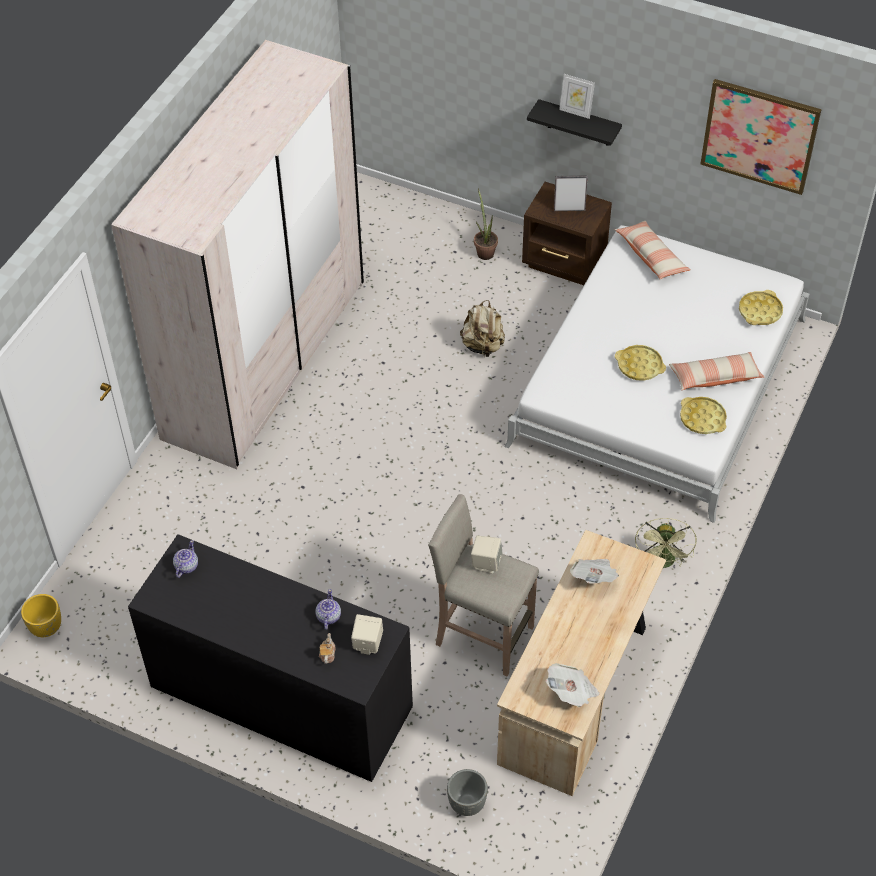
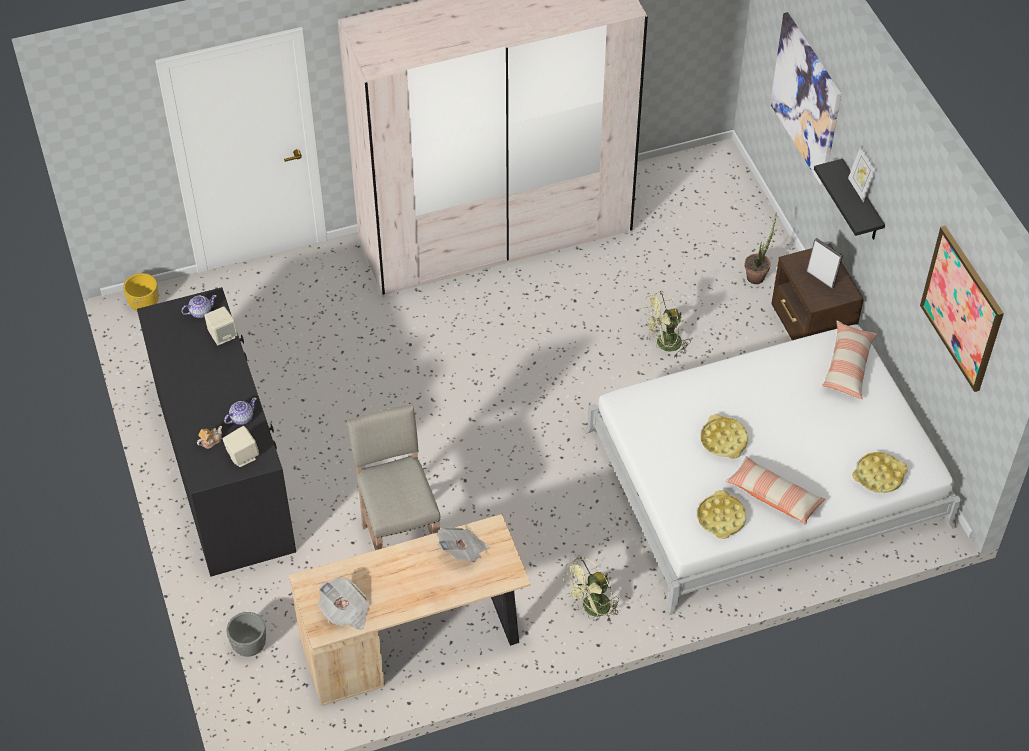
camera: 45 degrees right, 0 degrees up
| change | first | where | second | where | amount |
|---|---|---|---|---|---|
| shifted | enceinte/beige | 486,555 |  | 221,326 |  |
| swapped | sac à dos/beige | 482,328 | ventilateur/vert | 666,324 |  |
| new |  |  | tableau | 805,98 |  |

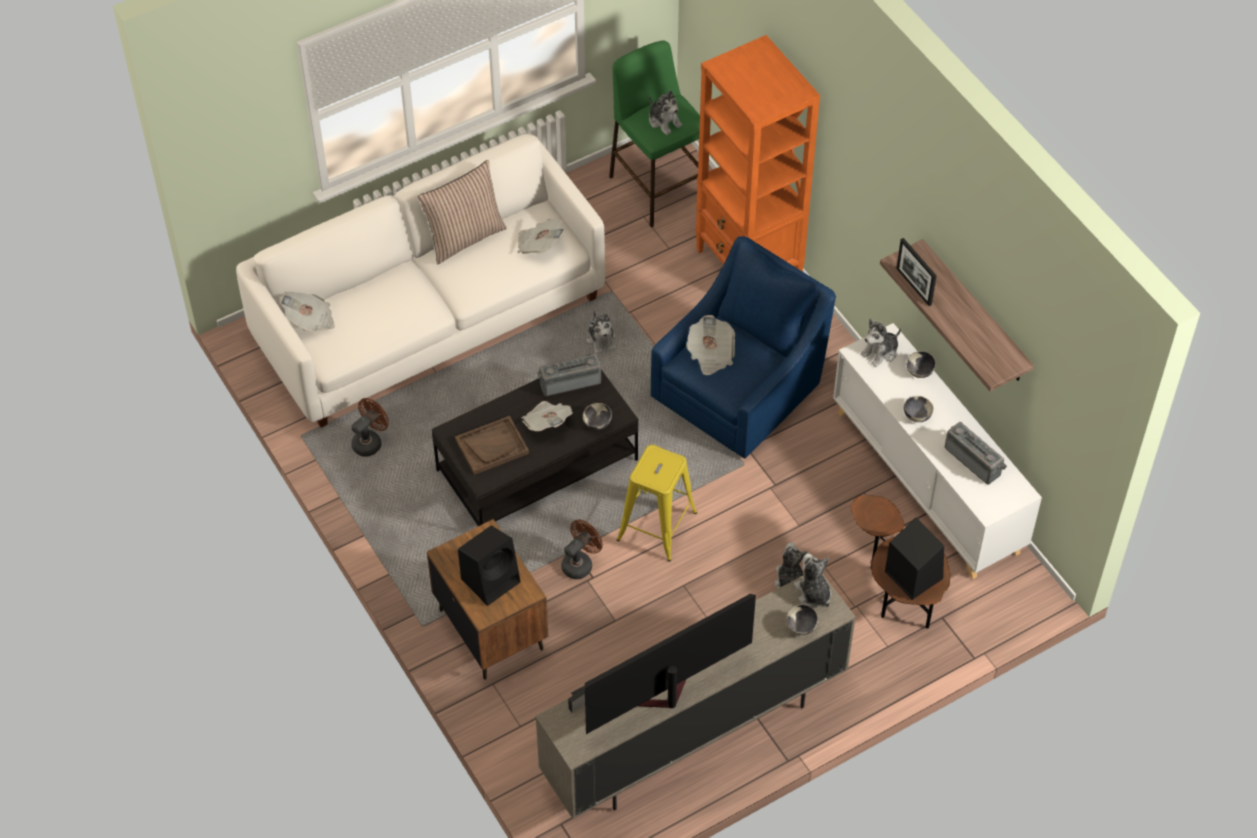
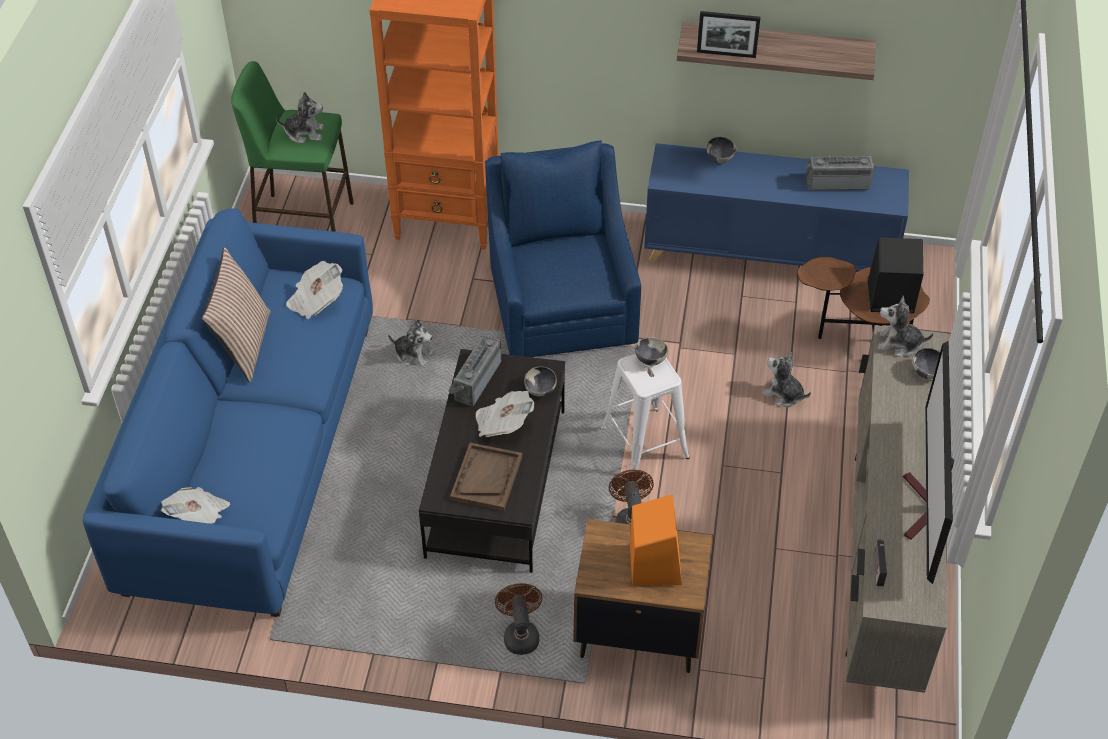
camera: 50 degrees left, 5 degrees down
| change | first | where | second | where | amount |
|---|---|---|---|---|---|
| repainted | canapé/blanc | 420,281 | canapé/bleu | 228,412 |  |
| shifted | ventilateur/marron | 370,427 |  | 518,619 |  |
| repainted | tabouret/jaune | 657,503 | tabouret/blanc | 645,412 |  |
| repainted | enceinte/noir | 489,565 | enceinte/orange | 656,540 |  |
| shifted | bol | 918,409 |  | 651,351 |  |
| repainted | meuble de rangement/blanc | 937,451 | meuble de rangement/bleu | 776,207 |  |
| gone | journal | 710,345 |  |  |  |
| gone | peluche | 881,343 |  |  |  |

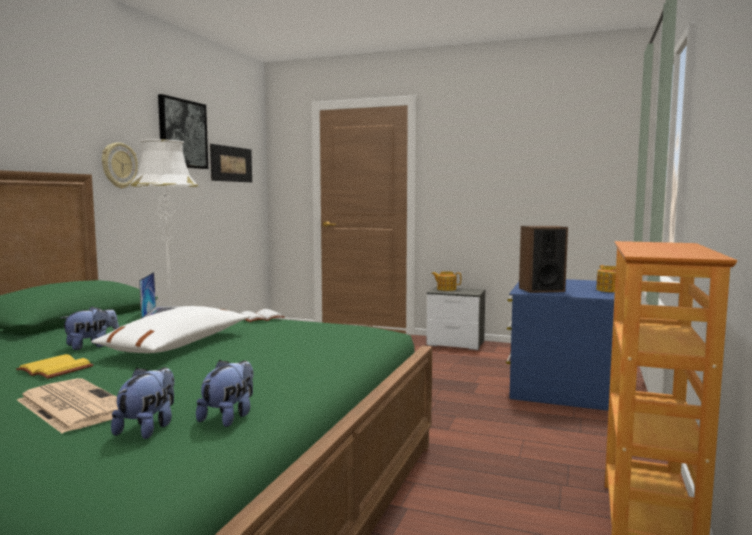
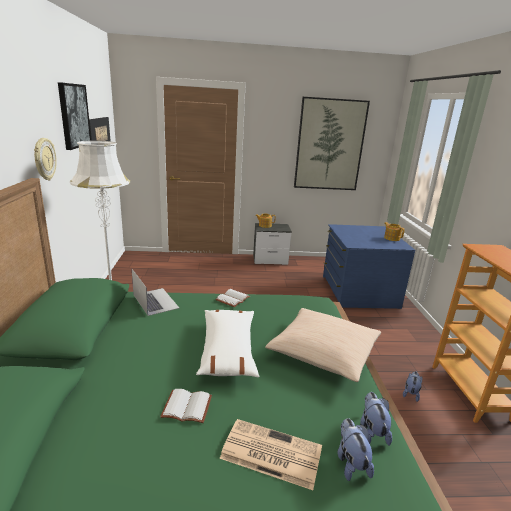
camera: 25 degrees left, 15 degrees up
| change | first | where | second | where | amount |
|---|---|---|---|---|---|
| repainted | livre/jaune | 54,366 | livre/blanc | 186,406 |  |
| new |  |  | coussin/beige | 323,345 |  |
| new |  |  | tableau | 332,143 |  |
| shifted | peluche | 90,328 |  | 413,386 |  |
| gone | enceinte | 543,259 |  |  |  |

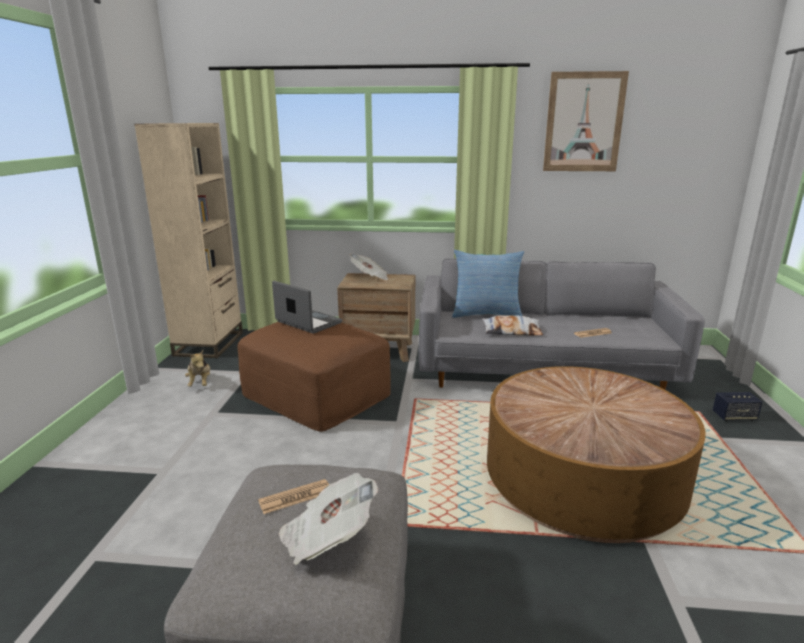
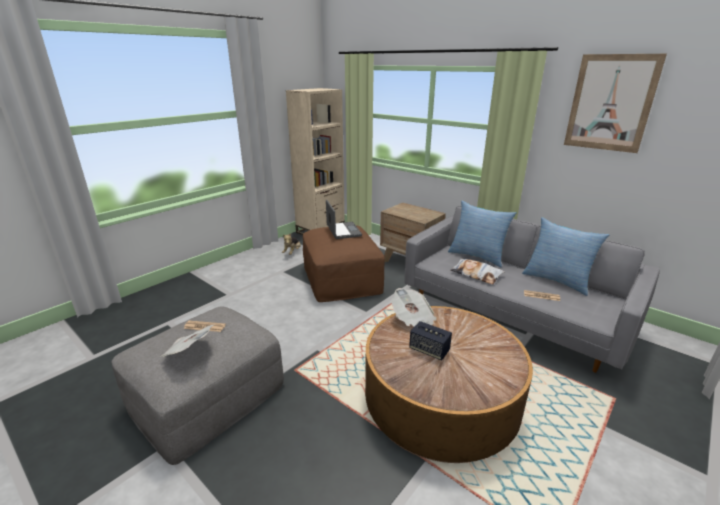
camera: 35 degrees right, 5 degrees up
| change | first | where | second | where | amount |
|---|---|---|---|---|---|
| shifted | journal | 368,267 |  | 414,307 |  |
| shifted | enceinte | 738,406 |  | 430,341 |  |
| new |  |  | coussin | 566,256 |  |

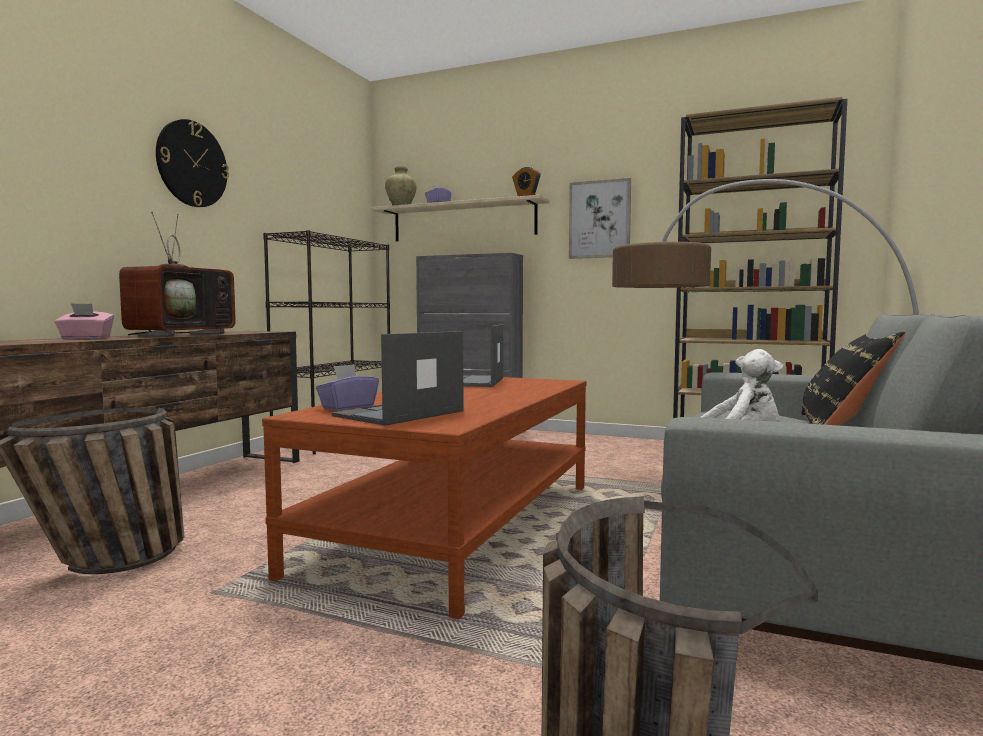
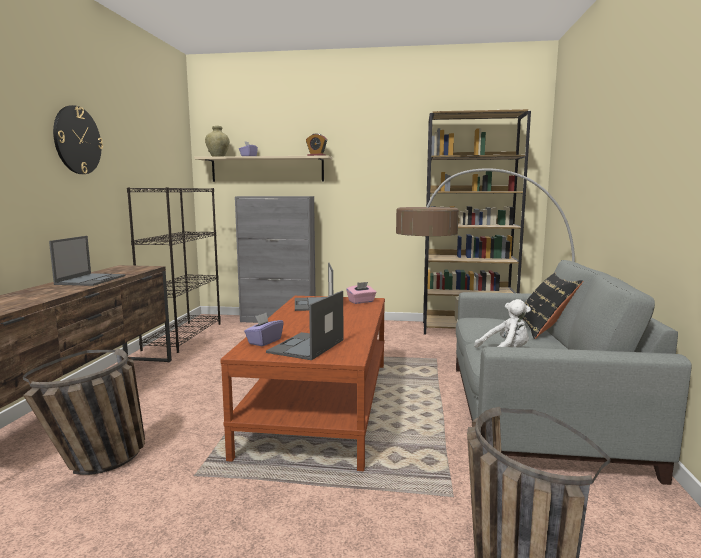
camera: 15 degrees left, 5 degrees up
| change | first | where | second | where | amount |
|---|---|---|---|---|---|
| swapped | téléviseur | 177,274 | ordinateur portable | 87,261 |  |
| shifted | boîte à mouchoirs/rose | 84,321 |  | 361,293 |  |
| gone | tableau | 600,218 |  |  |  |

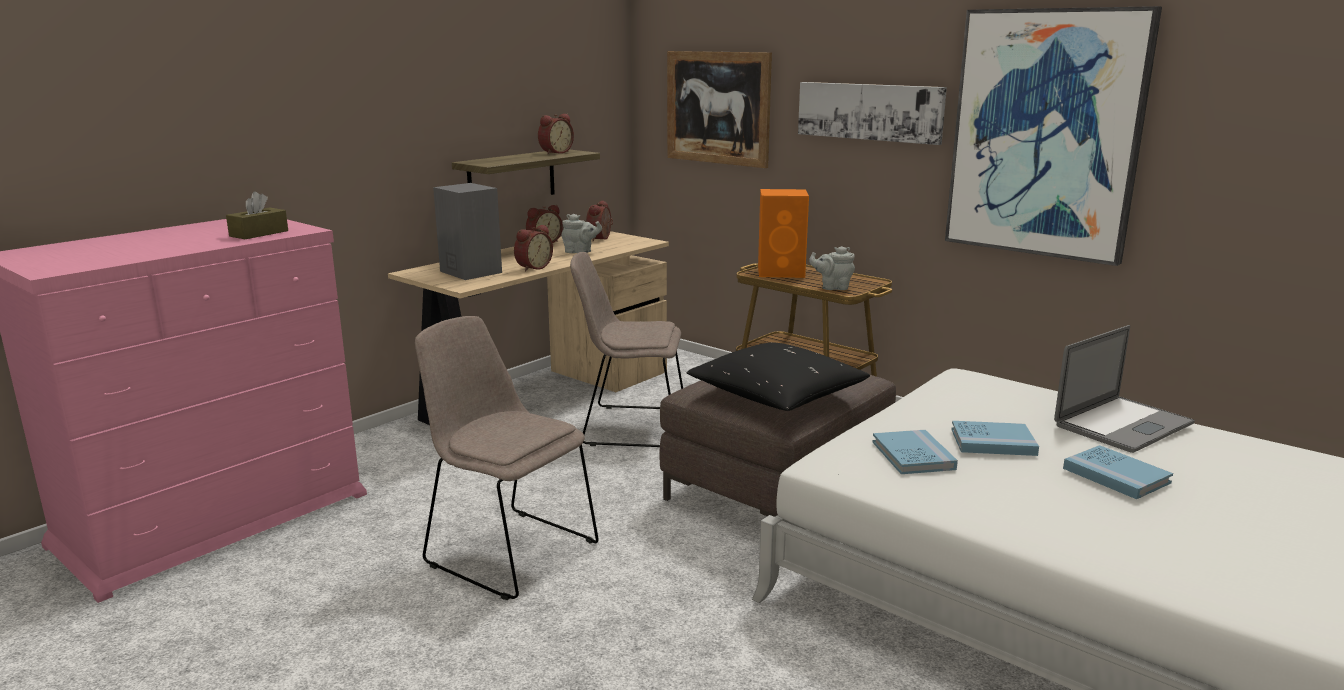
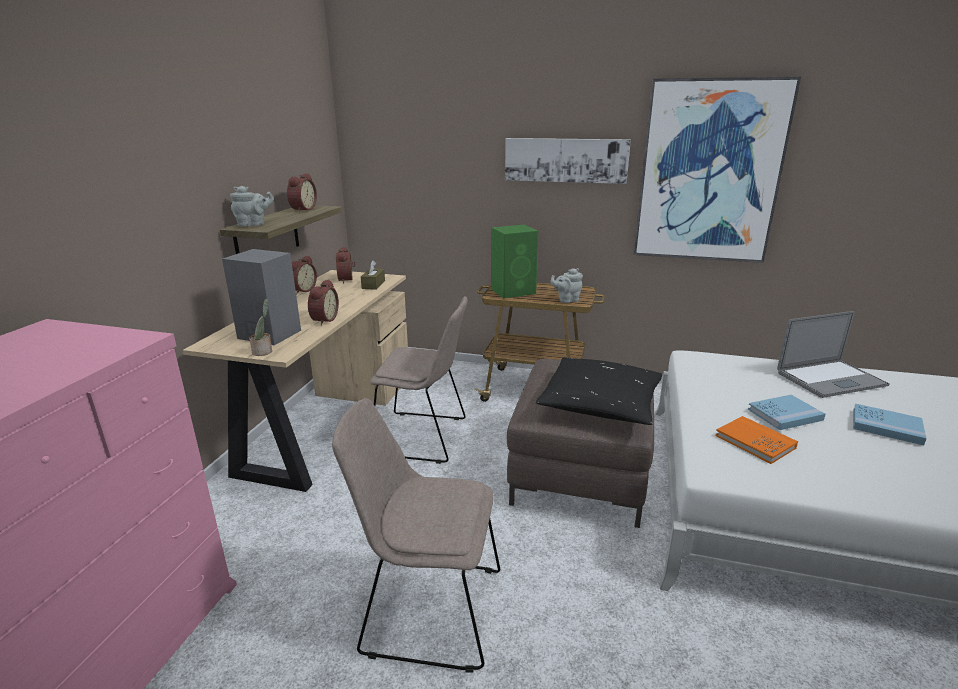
camera: 25 degrees left, 5 degrees up
| change | first | where | second | where | amount |
|---|---|---|---|---|---|
| shifted | théière/gris | 582,233 |  | 252,206 |  |
| new |  |  | plante en pot | 260,327 |  |
| shifted | boîte à mouchoirs/marron | 257,215 |  | 373,275 |  |
| rotated | chaise/beige | 626,349 |  | 419,380 | 150 degrees counterclockwise |
| repainted | enceinte/orange | 783,233 | enceinte/vert | 514,261 |  |
| repainted | livre/bleu | 915,452 | livre/orange | 757,440 |  |
| rotated | ordinateur portable | 1124,389 |  | 833,354 | 45 degrees clockwise |
| gone | tableau | 719,109 |  |  |  |

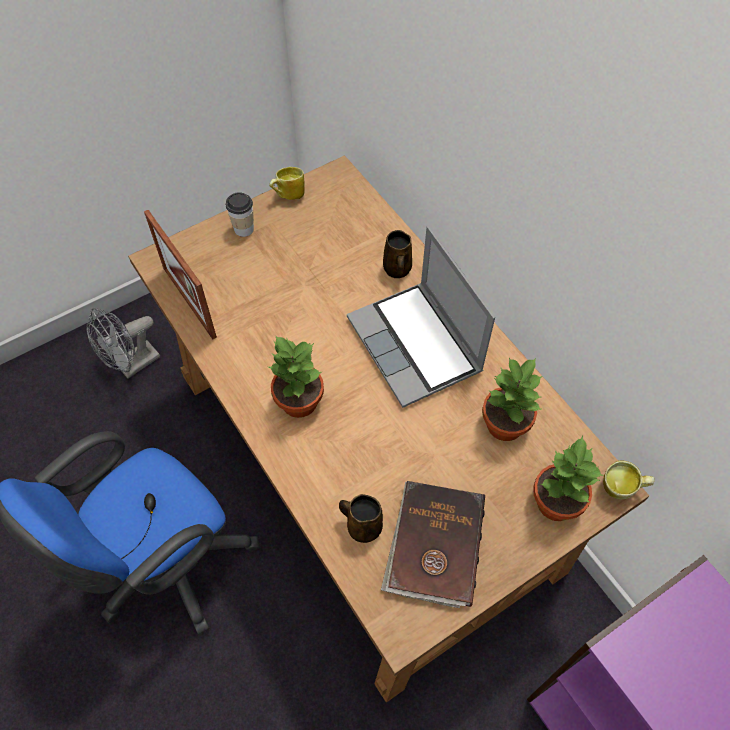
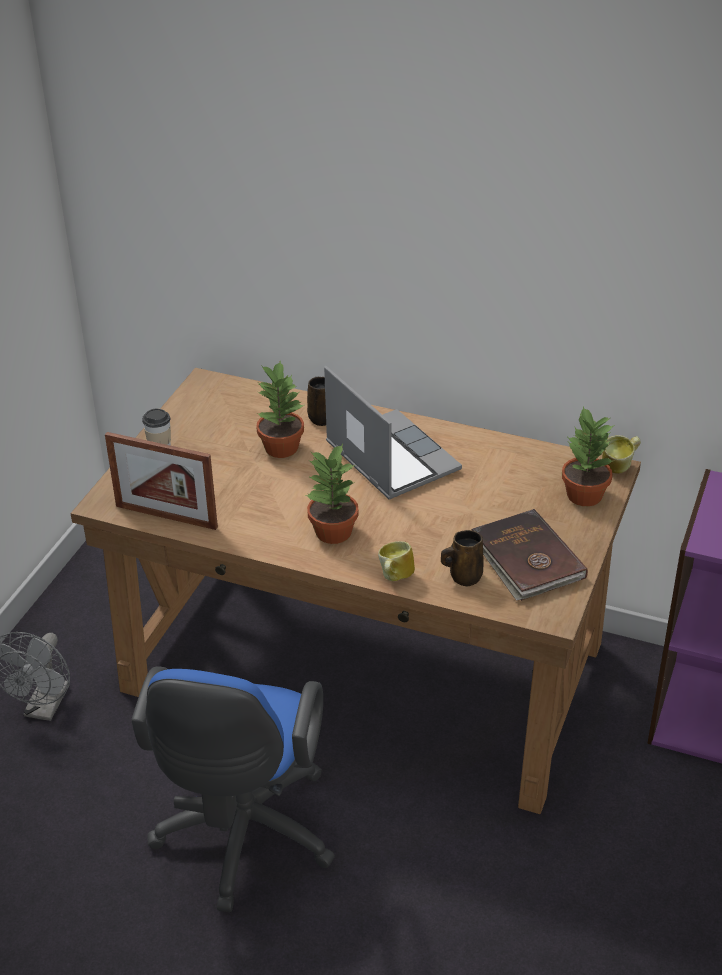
camera: 35 degrees left, 20 degrees down
| change | first | where | second | where | amount |
|---|---|---|---|---|---|
| shifted | plante en pot | 512,399 |  | 280,409 |  |
| rotated | ordinateur portable | 421,317 |  | 393,432 | 150 degrees counterclockwise |
| shifted | mug | 286,183 |  | 396,561 |  |

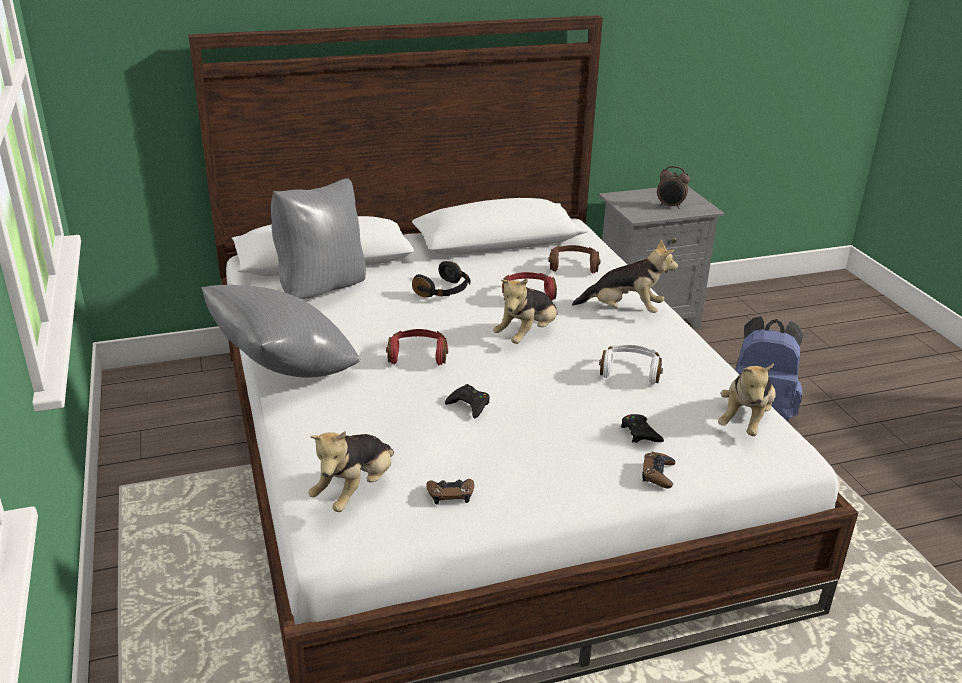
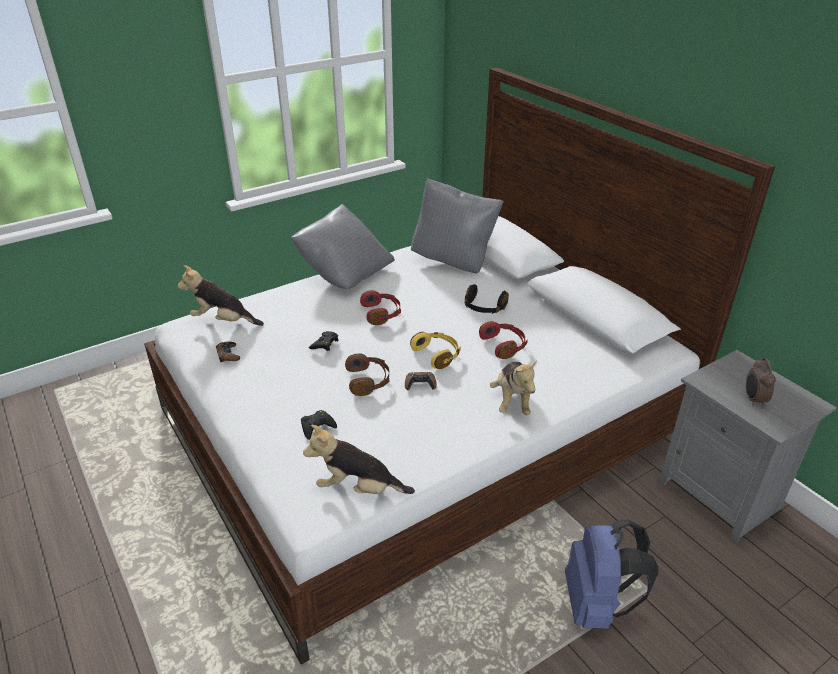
camera: 75 degrees right, 5 degrees up
| change | first | where | second | where | amount |
|---|---|---|---|---|---|
| shifted | casque audio/marron | 574,259 |  | 367,374 |  |
| shifted | manette/marron | 658,470 |  | 421,381 |  |
| swapped | peluche | 525,311 | casque audio/jaune | 435,350 |  |
| gone | casque audio/blanc | 631,365 |  |  |  |

